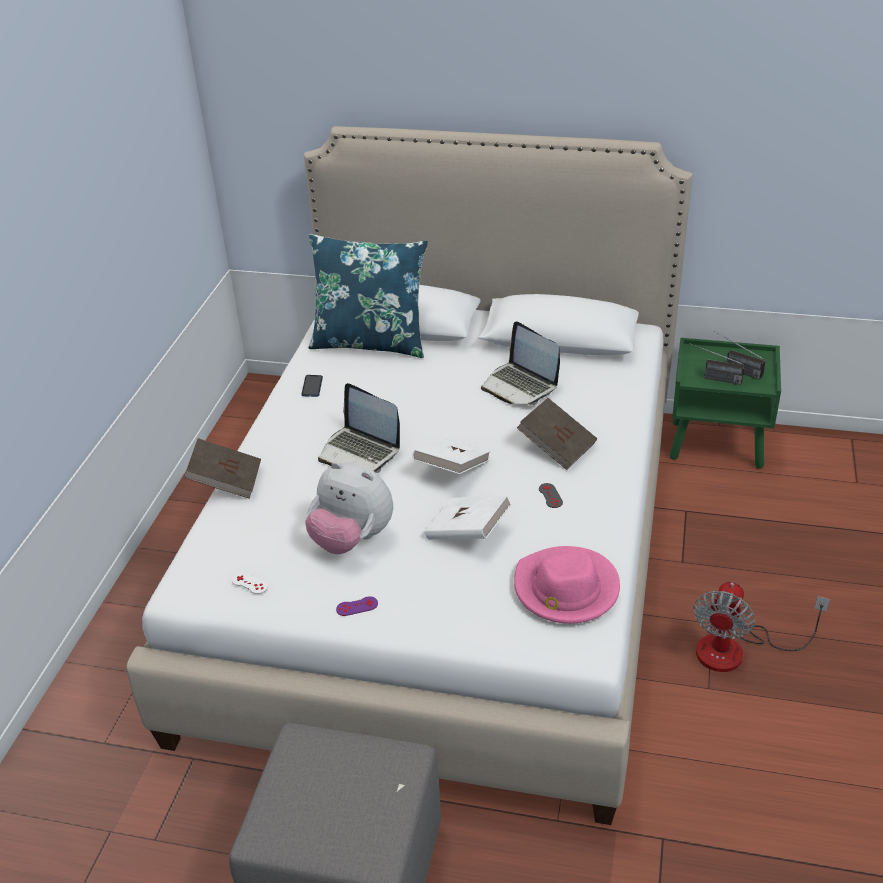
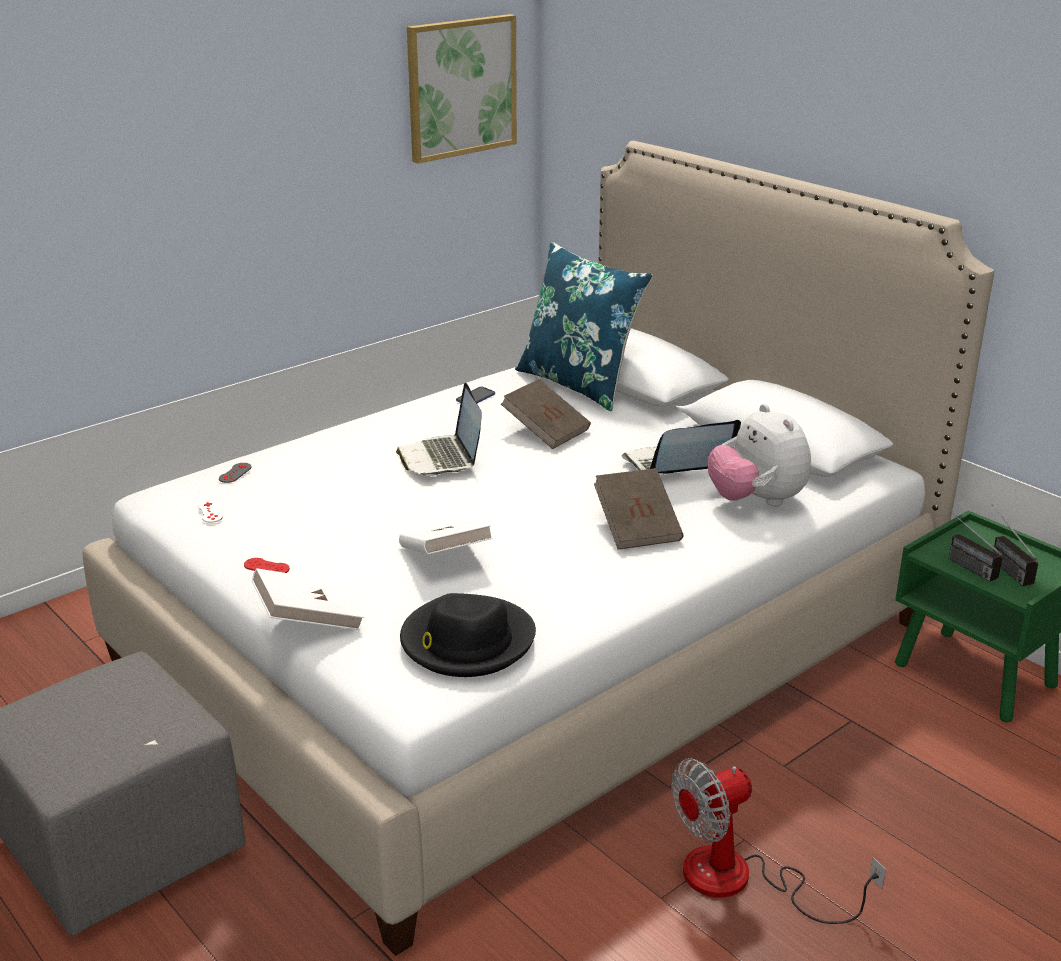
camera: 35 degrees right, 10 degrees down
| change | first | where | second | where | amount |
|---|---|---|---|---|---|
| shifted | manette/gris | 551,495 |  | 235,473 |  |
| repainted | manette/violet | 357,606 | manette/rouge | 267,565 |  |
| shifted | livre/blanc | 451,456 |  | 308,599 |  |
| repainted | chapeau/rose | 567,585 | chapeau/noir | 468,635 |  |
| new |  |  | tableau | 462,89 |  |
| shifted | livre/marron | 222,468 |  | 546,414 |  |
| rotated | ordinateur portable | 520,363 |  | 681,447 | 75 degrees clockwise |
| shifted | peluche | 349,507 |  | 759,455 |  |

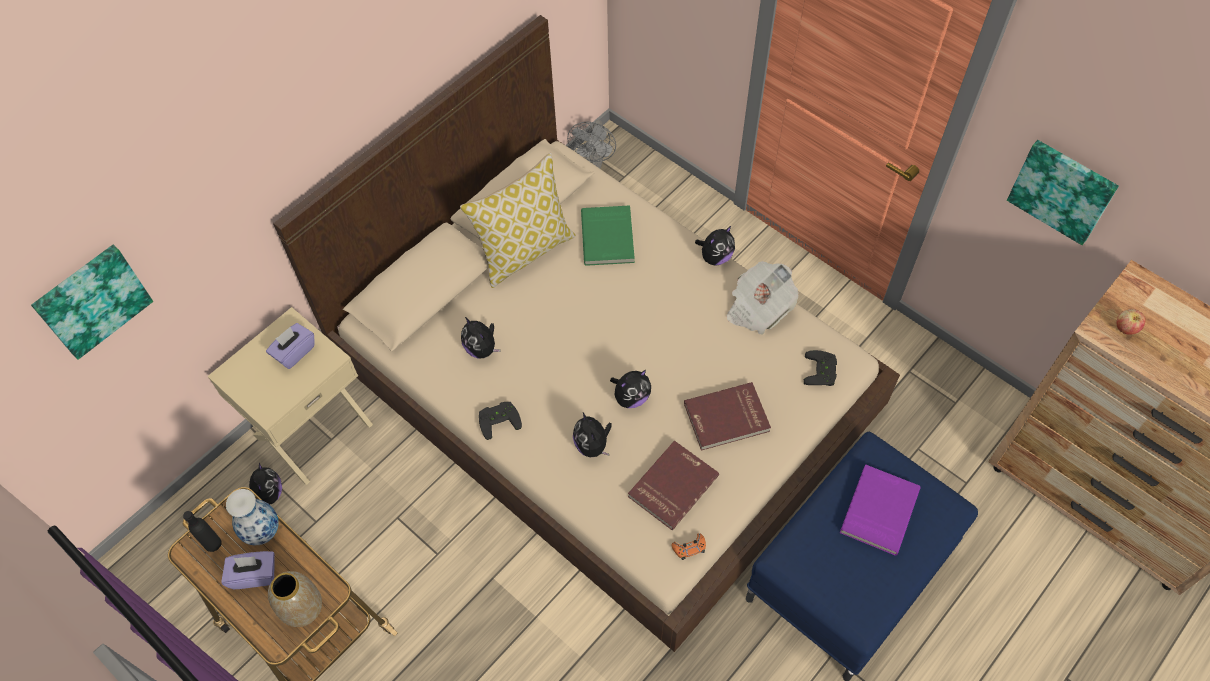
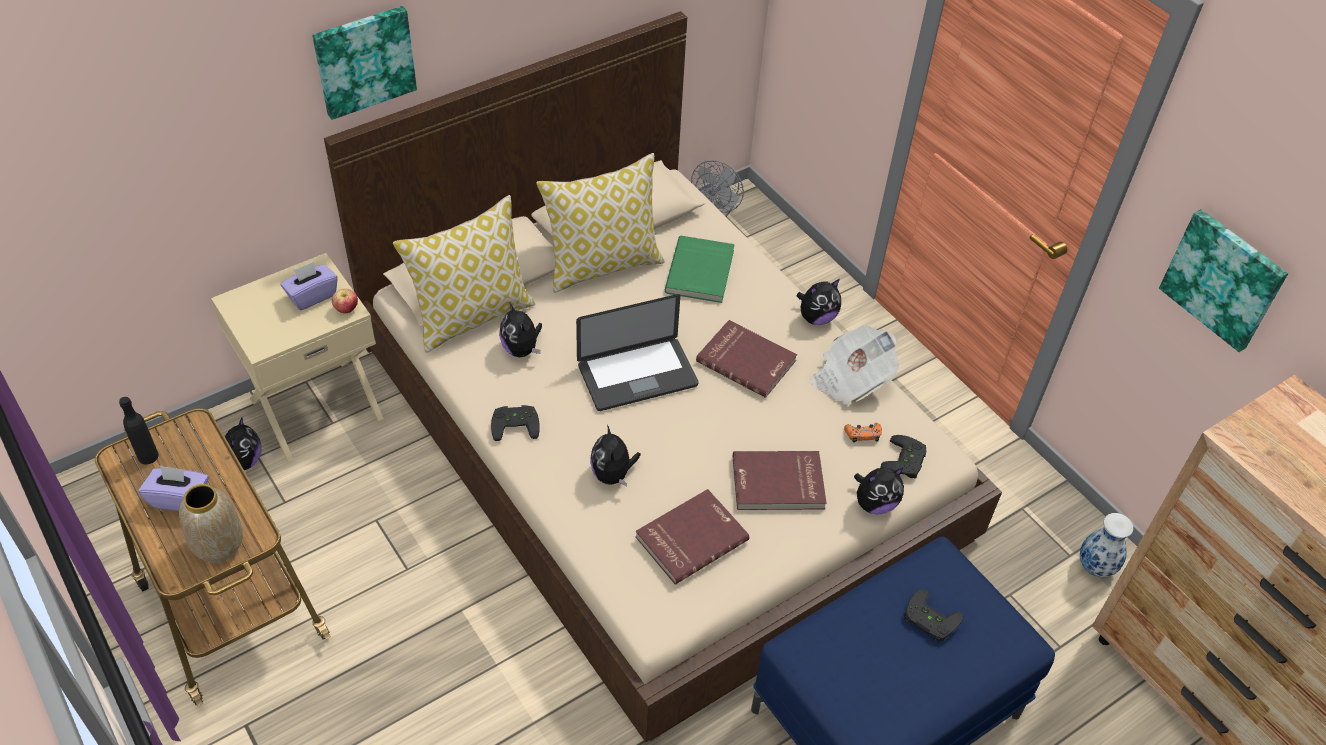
camera: 10 degrees right, 10 degrees down
| change | first | where | second | where | amount |
|---|---|---|---|---|---|
| shifted | tableau | 92,302 |  | 364,63 |  |
| shifted | pomme | 1131,321 |  | 345,301 |  |
| new |  |  | coussin | 464,274 |  |
| new |  |  | ordinateur portable | 637,352 |  |
| new |  |  | livre/rouge | 746,359 |  |
| shifted | manette/orange | 688,547 |  | 863,433 |  |
| shifted | peluche | 630,389 |  | 879,491 |  |
| swapped | livre/violet | 880,509 | manette/noir | 934,616 |  |
| shifted | vase | 252,517 |  | 1106,545 |  |

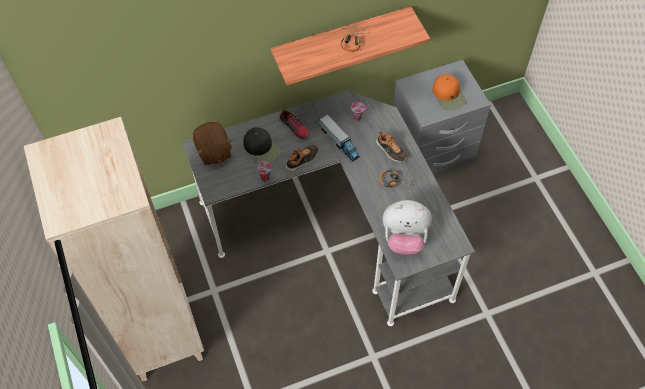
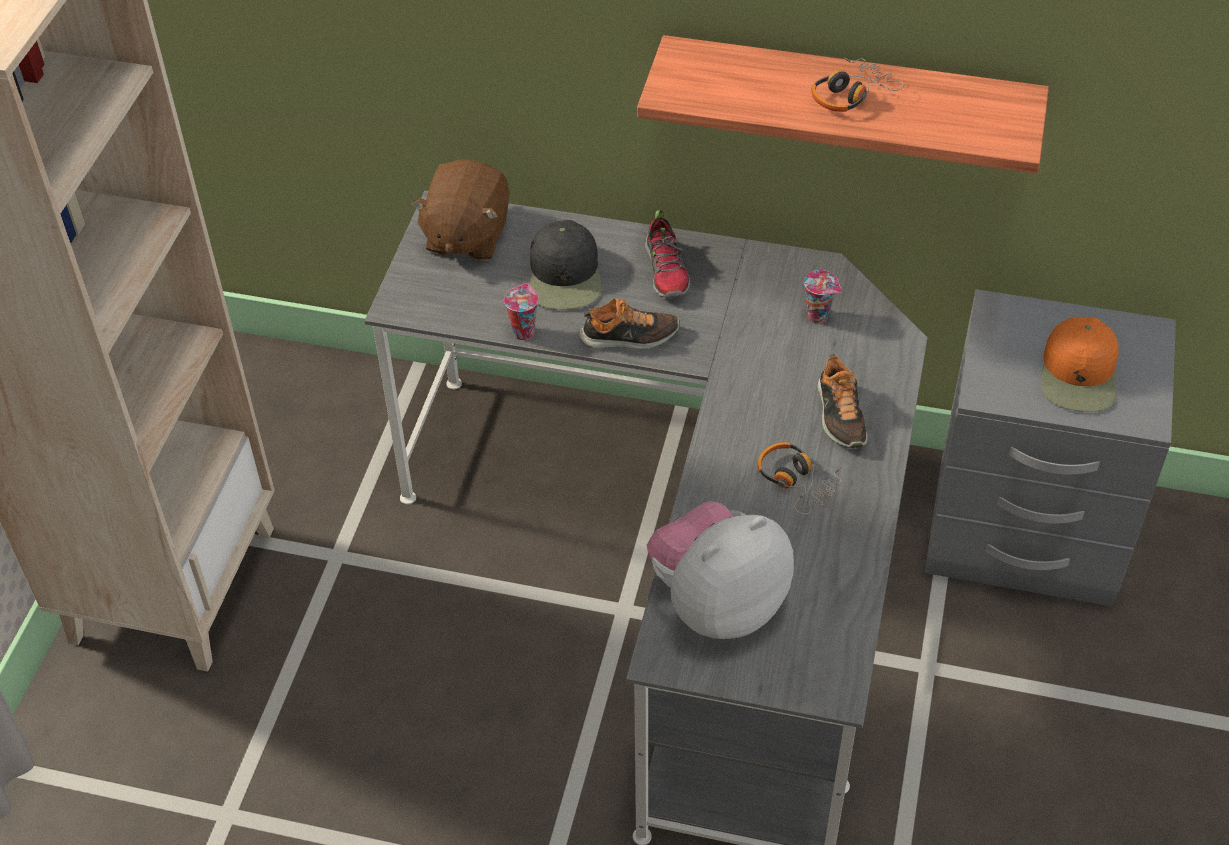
camera: 35 degrees right, 10 degrees down
| change | first | where | second | where | amount |
|---|---|---|---|---|---|
| rotated | peluche | 407,227 |  | 720,570 | 105 degrees clockwise |
| gone | camion jouet | 339,137 |  |  |  |

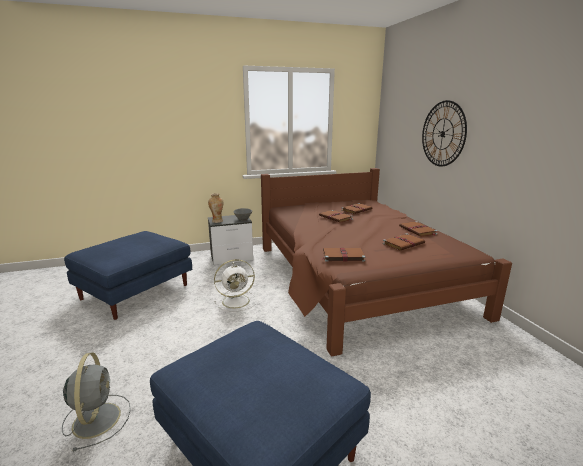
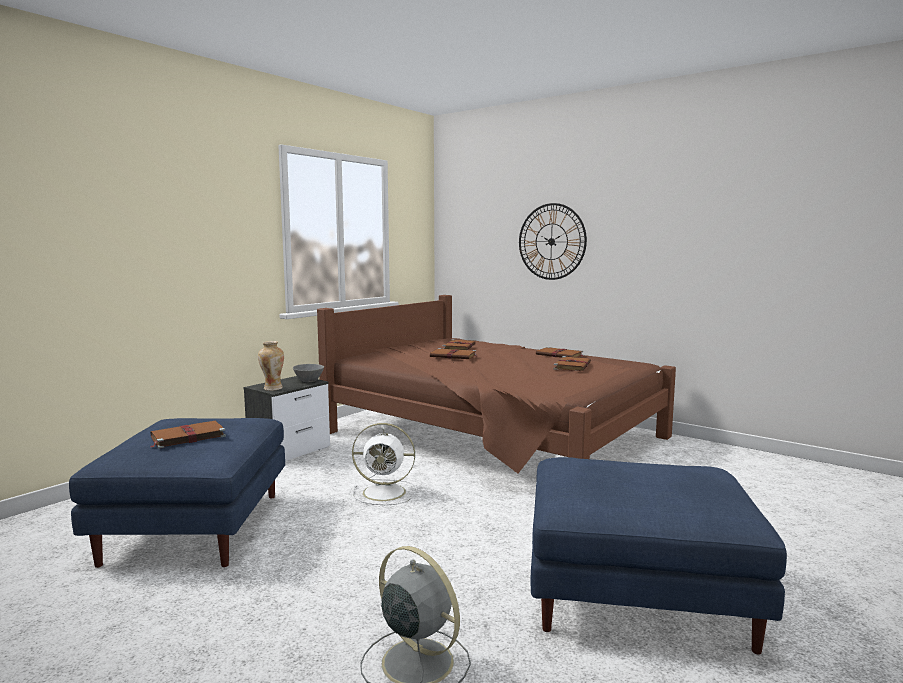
camera: 35 degrees left, 10 degrees down
| change | first | where | second | where | amount |
|---|---|---|---|---|---|
| shifted | livre/marron | 343,255 |  | 188,434 |  |
| rotated | ventilateur/blanc | 235,285 |  | 384,464 | 60 degrees clockwise |

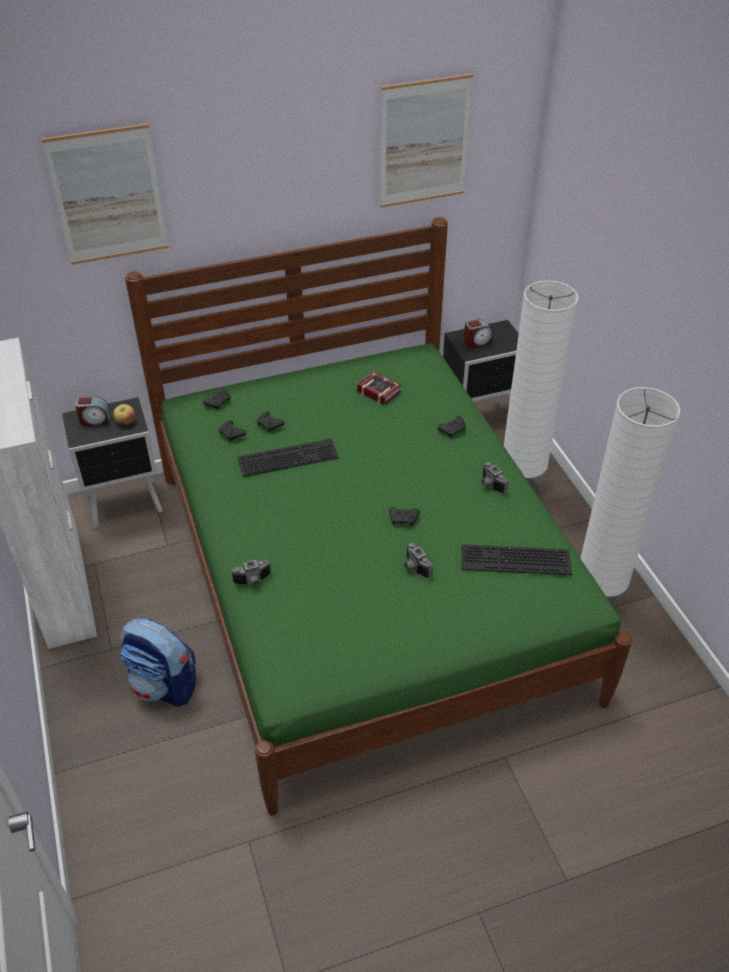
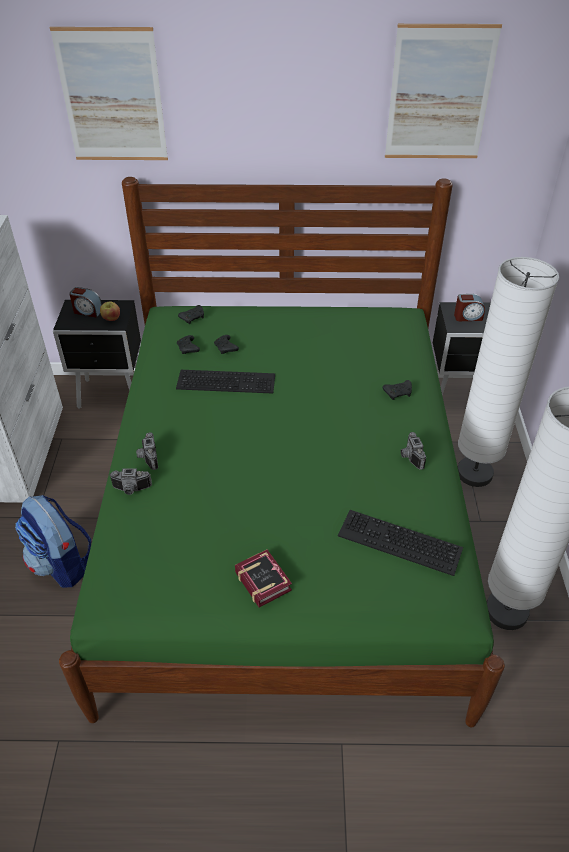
camera: 20 degrees right, 0 degrees up
| change | first | where | second | where | amount |
|---|---|---|---|---|---|
| shifted | appareil photo | 418,560 |  | 147,451 |  |
| shifted | livre | 379,388 |  | 263,578 |  |
| gone | manette/noir | 404,516 |  |  |  |

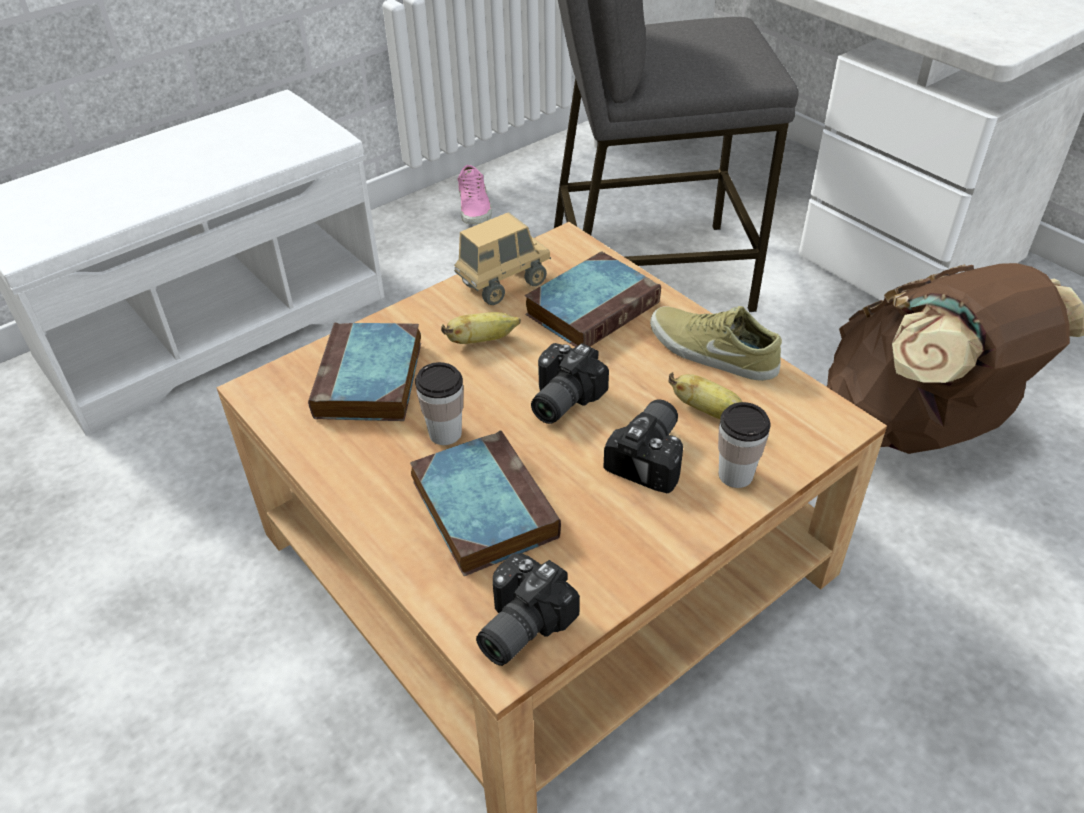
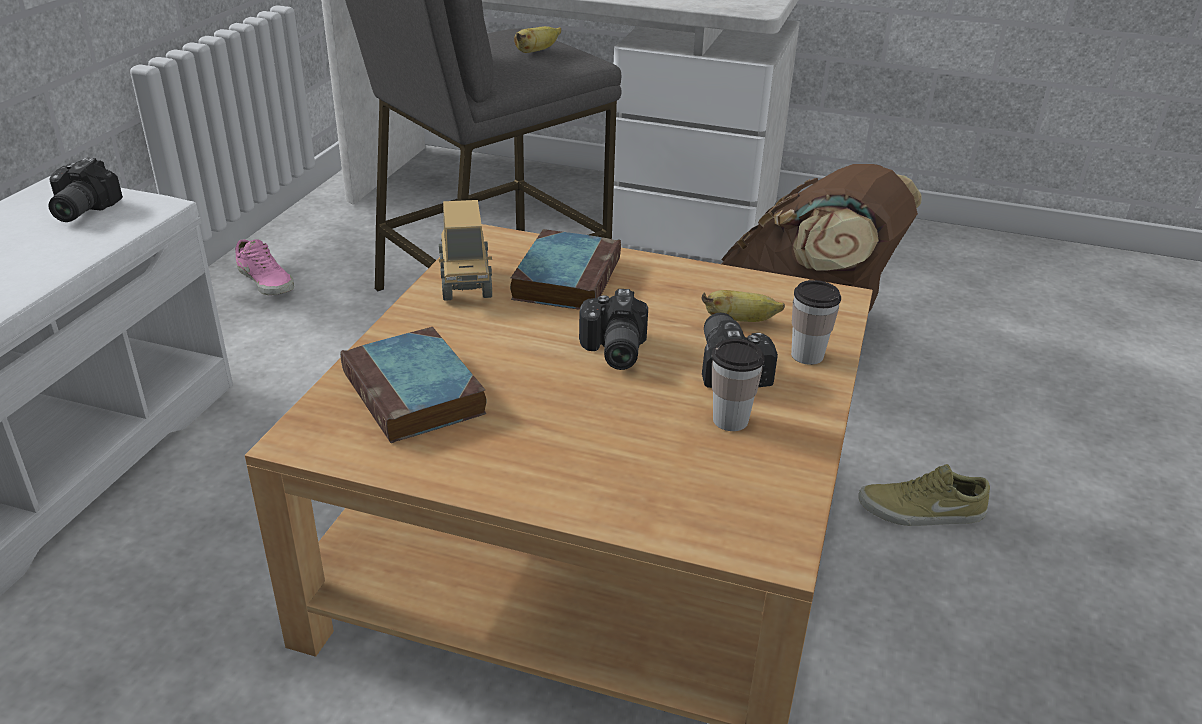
camera: 35 degrees left, 10 degrees down
| change | first | where | second | where | amount |
|---|---|---|---|---|---|
| shifted | appareil photo | 528,609 |  | 86,190 |  |
| rotated | camion jouet | 502,258 |  | 465,250 | 150 degrees clockwise |
| shifted | banane | 481,328 |  | 537,39 |  |
| shifted | tasse | 439,403 |  | 738,385 |  |
| shifted | chaussure/beige | 716,343 |  | 924,495 |  |
| gone | livre | 485,503 |  |  |  |

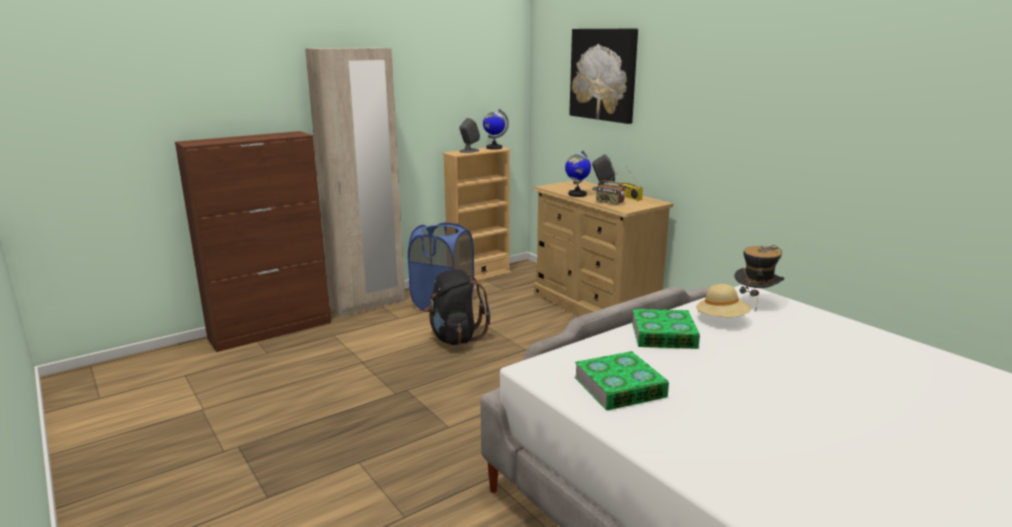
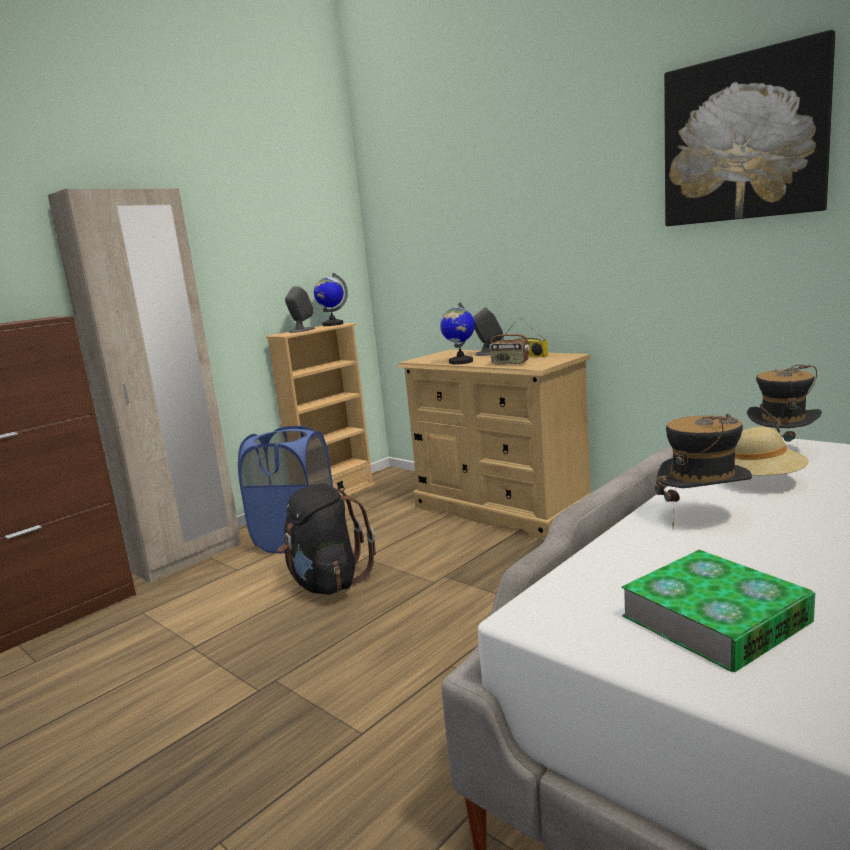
camera: 10 degrees left, 5 degrees down
| change | first | where | second | where | amount |
|---|---|---|---|---|---|
| swapped | livre | 666,329 | chapeau | 703,471 |  |
| shifted | tableau | 603,76 |  | 749,128 |  |

